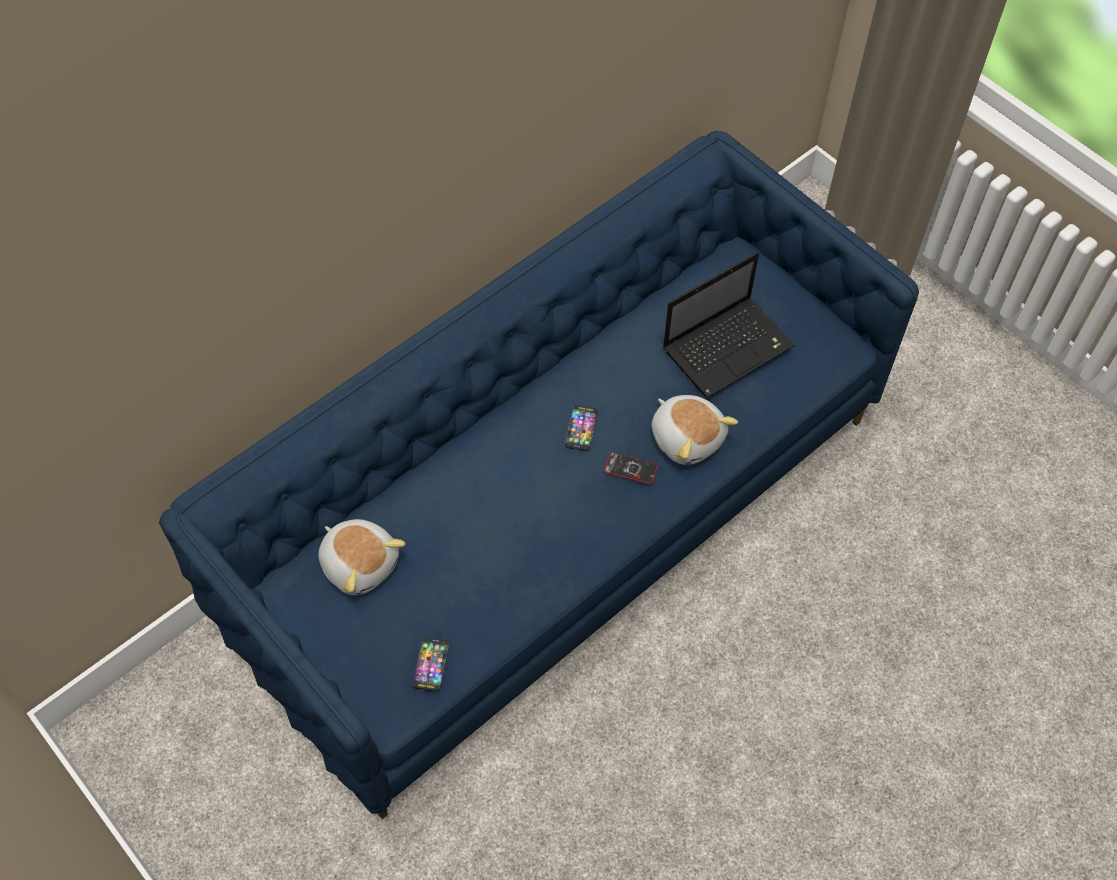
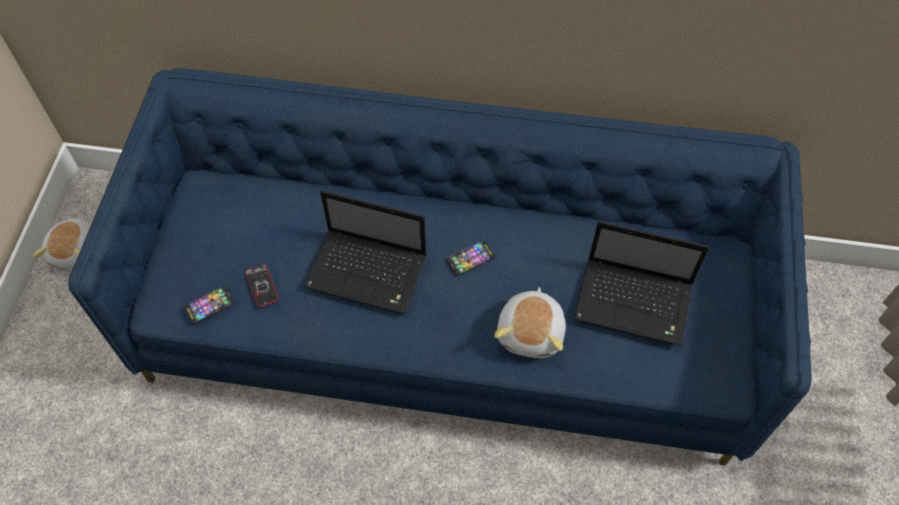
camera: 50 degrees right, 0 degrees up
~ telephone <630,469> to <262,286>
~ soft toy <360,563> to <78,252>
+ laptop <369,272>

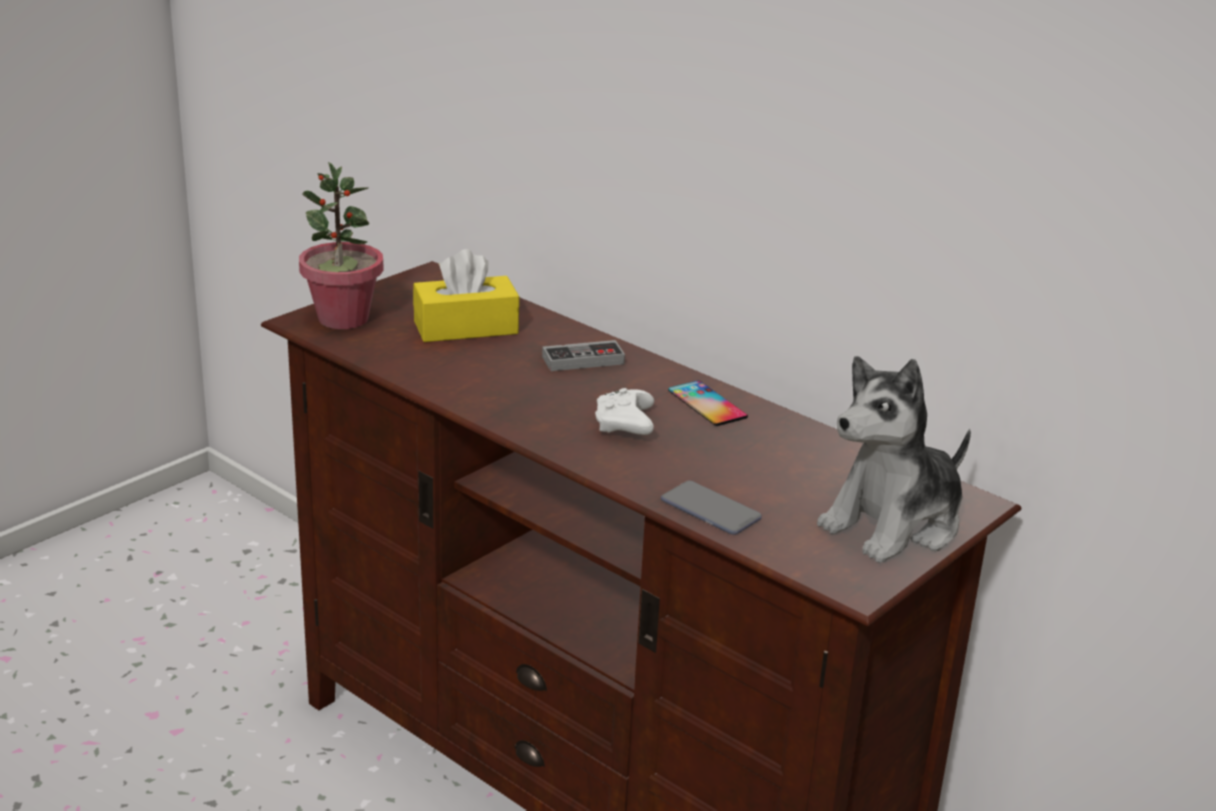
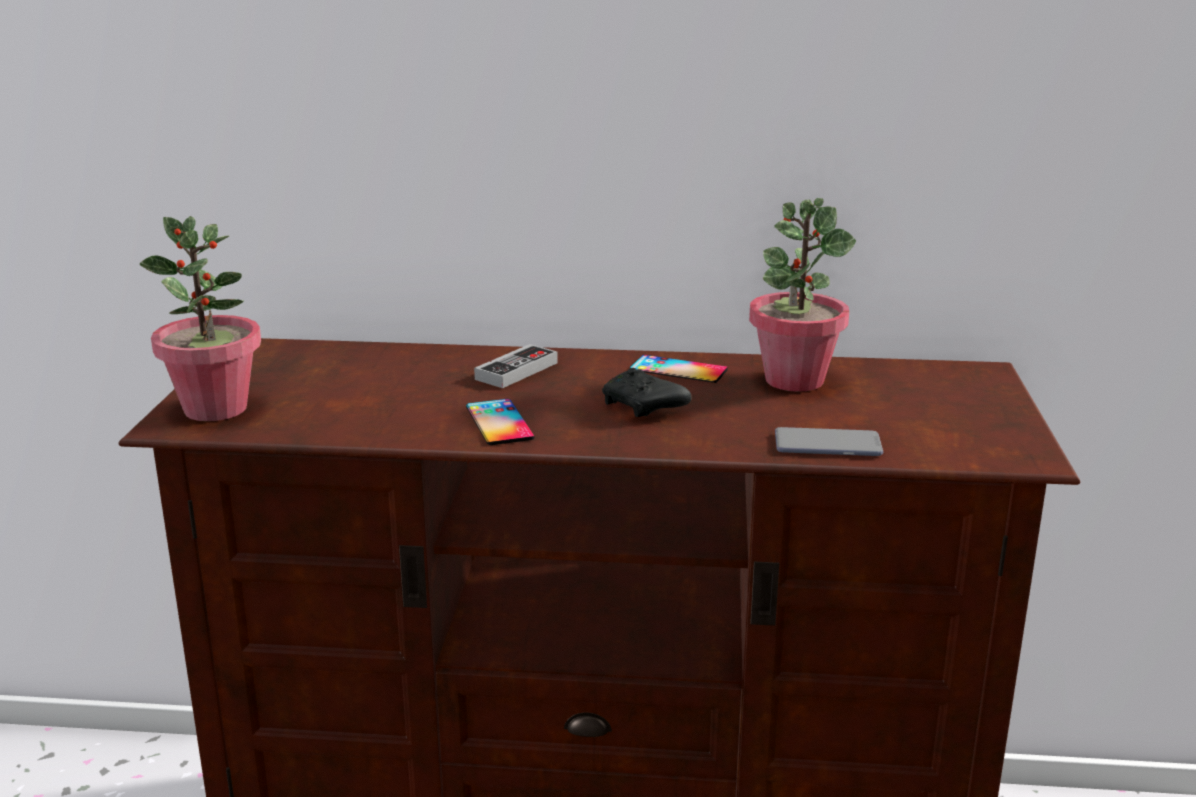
camera: 35 degrees left, 5 degrees down
- yellow tissue holder <466,327>
- soft toy <894,524>
~ white-coloured joypad <625,426> to black joypad <644,407>
+ potted plant <794,380>
+ telephone <499,422>

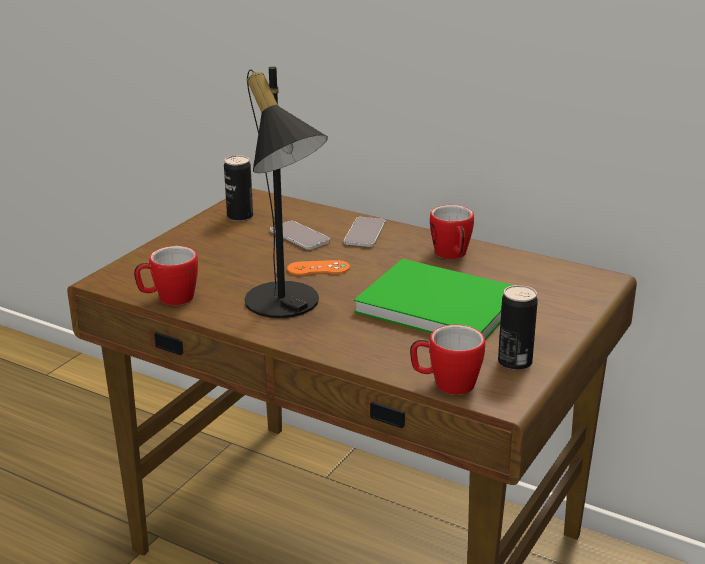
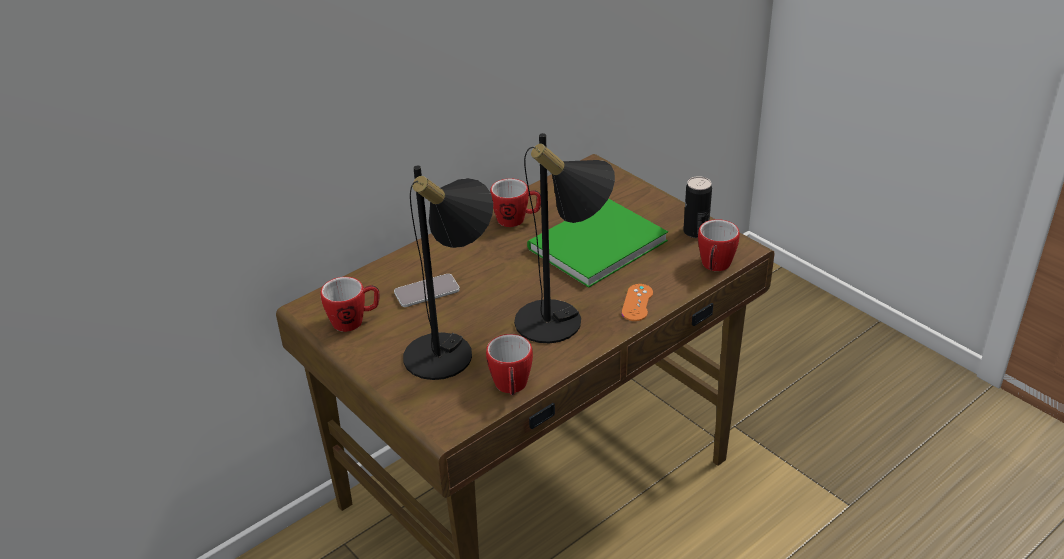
camera: 70 degrees left, 10 degrees up
~ can <240,216> to coffee mug <354,321>
- telephone <364,233>
~ orange joypad <318,268> to <637,303>
+ black table lamp <450,351>

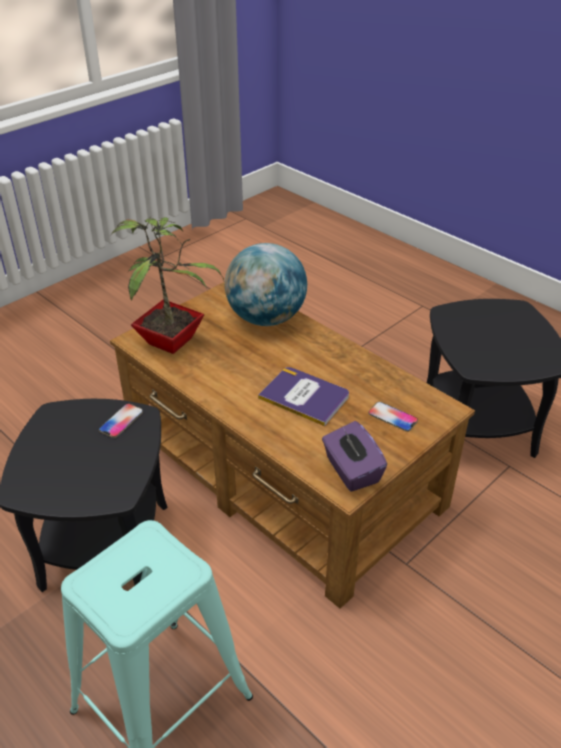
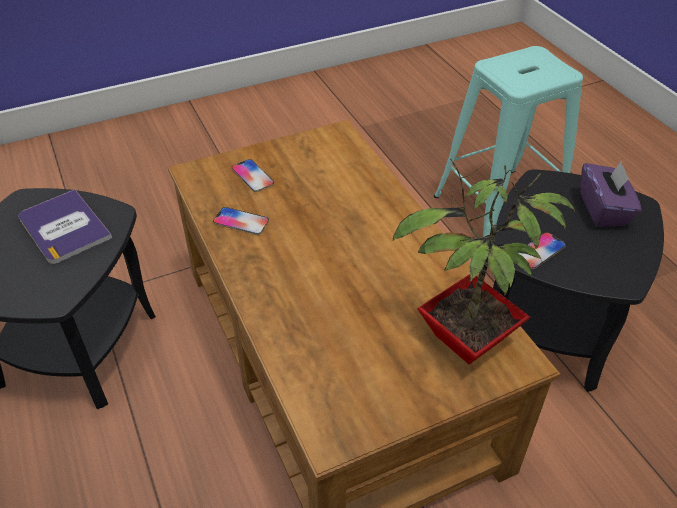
camera: 160 degrees left, 5 degrees up
- globe <266,318>
~ book <304,396> to <64,227>
~ purplish tissue holder <351,471> to <604,210>
+ telephone <241,222>

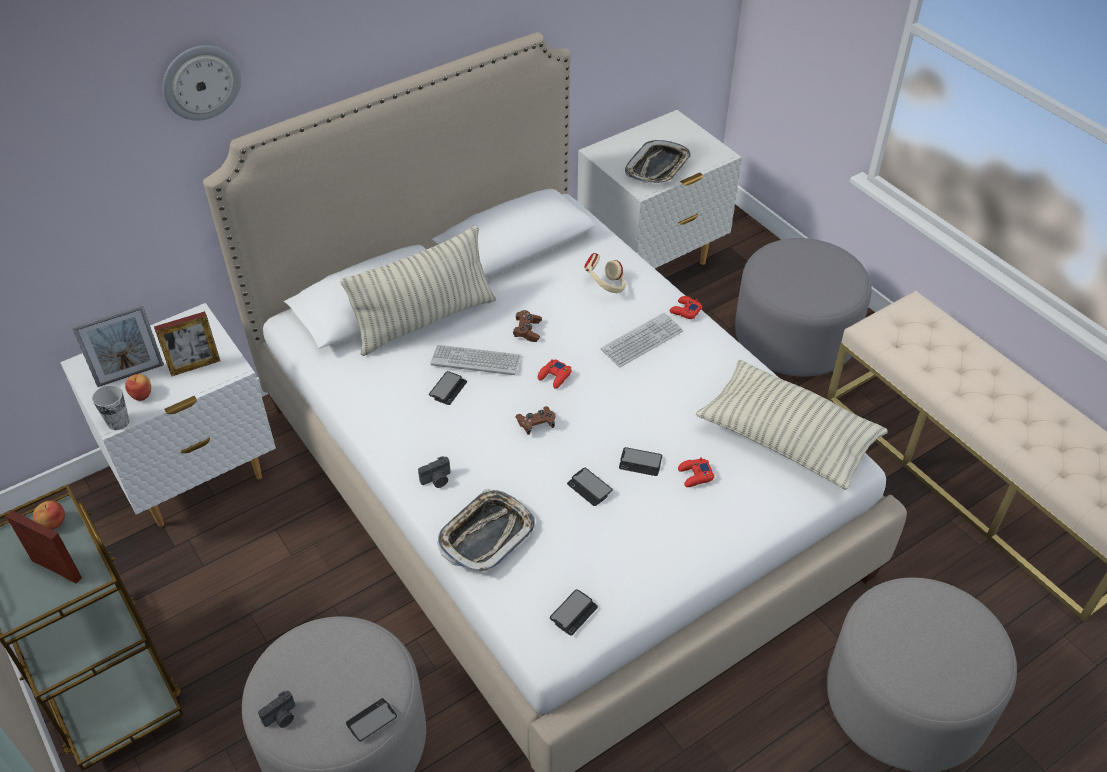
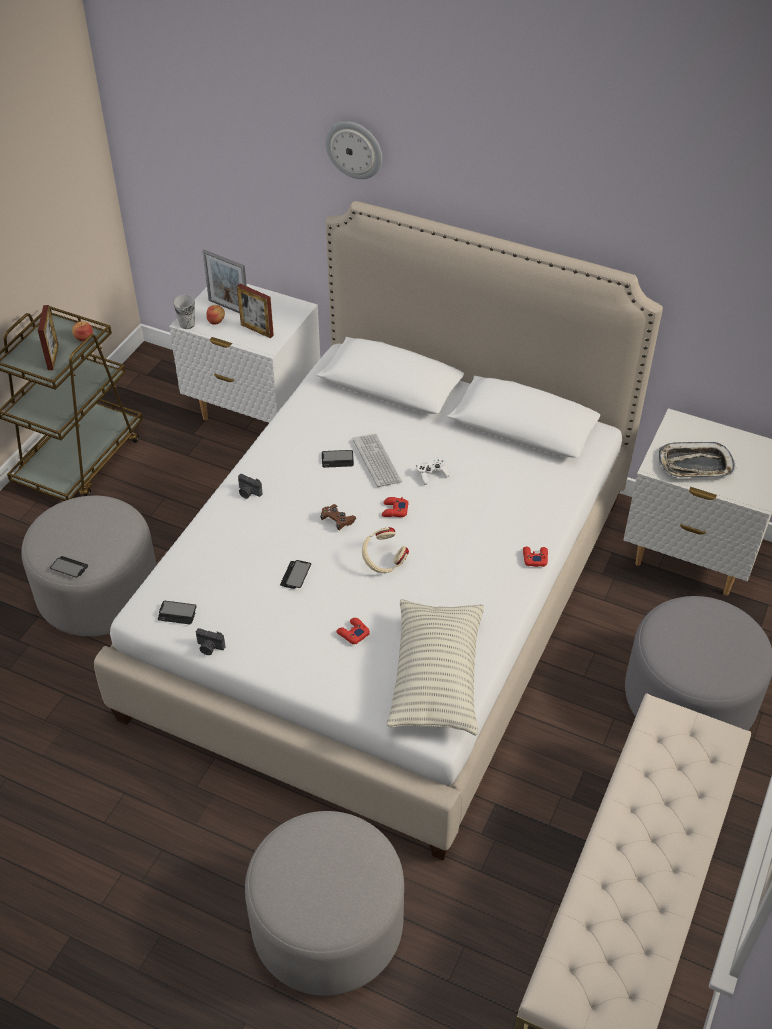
camera: 60 degrees right, 0 degrees up
- cushion <425,321>
~ beige-coloured headset <606,287> to <383,562>
~ brown-coloured joypad <527,331> to white-coloured joypad <432,475>
- computer keyboard <642,341>
- telephone <640,462>
- tray <486,535>
~ photo camera <281,717> to <209,648>

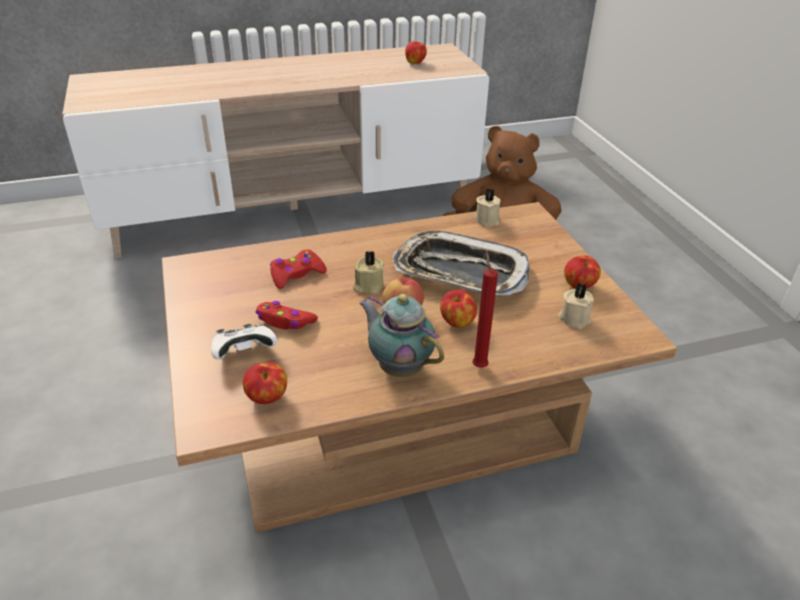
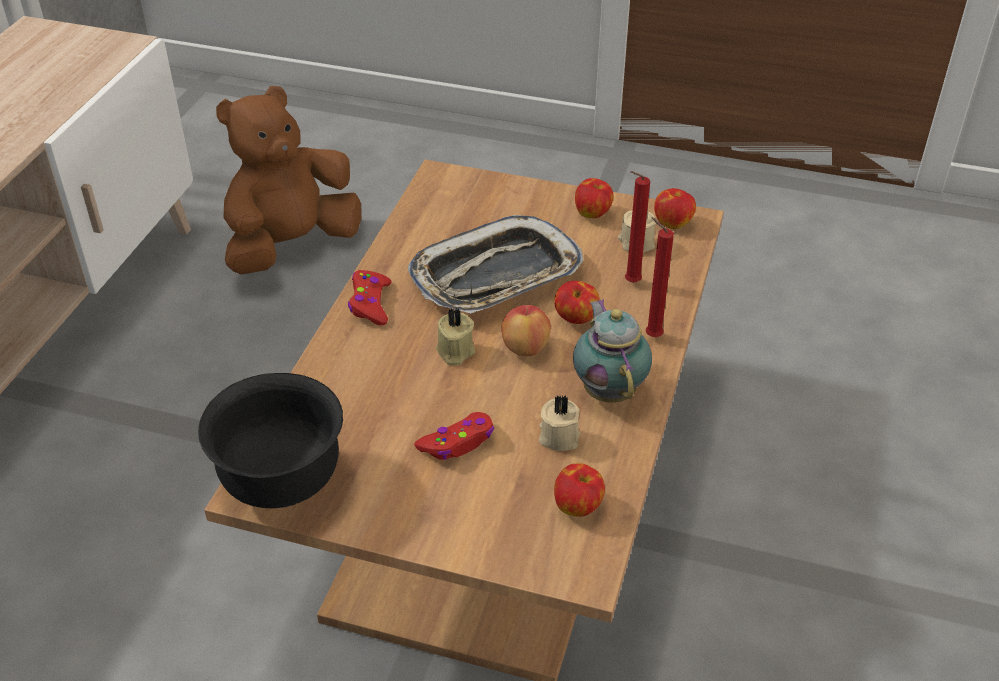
camera: 55 degrees left, 5 degrees up
~ whole apple <415,63> to <673,223>
~ beige-coloured wax candle <487,220> to <558,436>
~ reddish joypad <296,274> to <370,304>
~ pot for tea <399,367> = <609,389> 90 degrees clockwise
- white-coloured joypad <244,353>
+ reddish wax candle <630,283>
+ black deep dish <282,481>

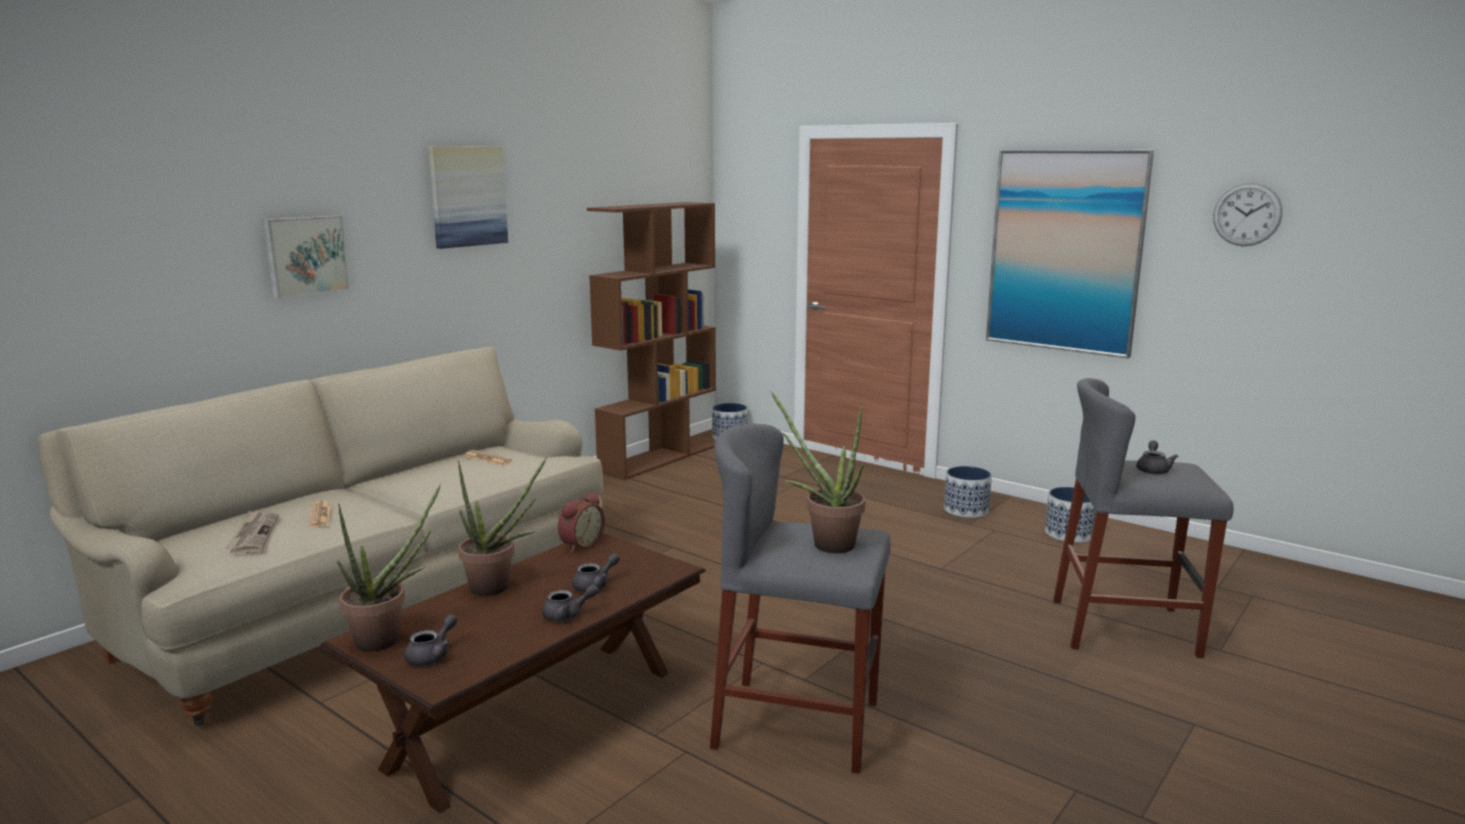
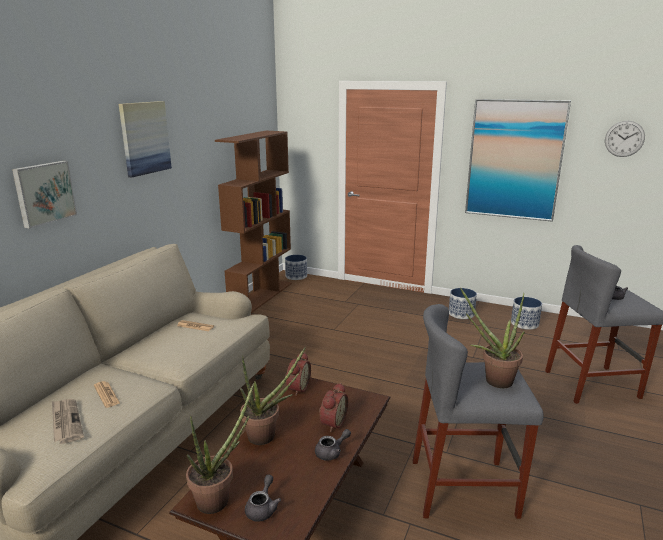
camera: 15 degrees left, 5 degrees up
~ grey pot for tea <595,585> to table clock <332,422>

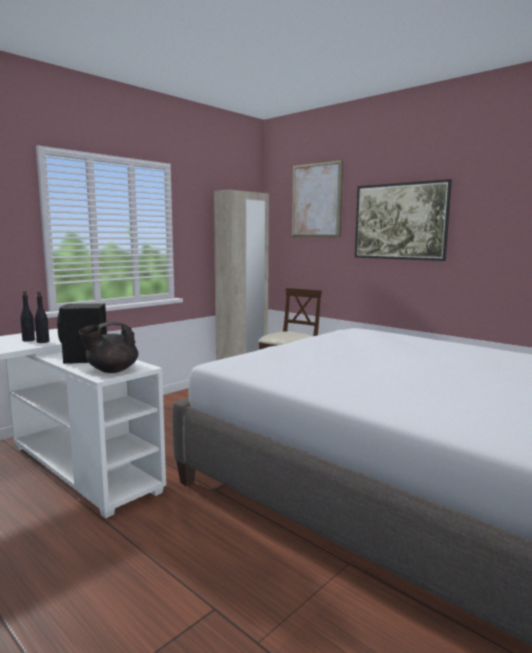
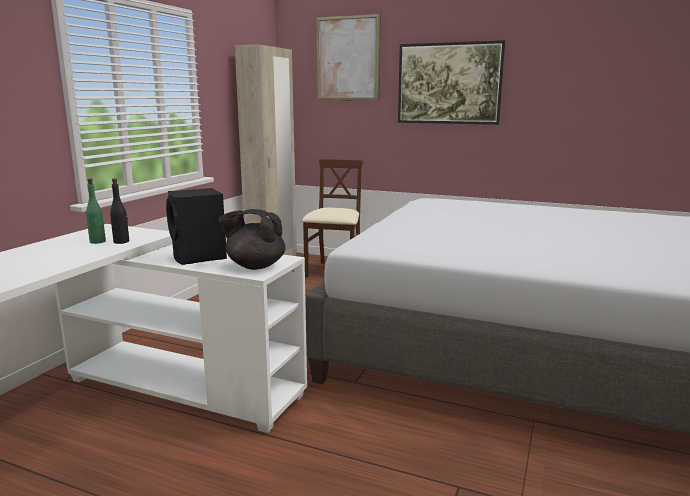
camera: 20 degrees left, 5 degrees up
~ black drink bottle <28,340> to green drink bottle <98,242>
~ black pot for tea <111,370> = <255,266> 60 degrees clockwise

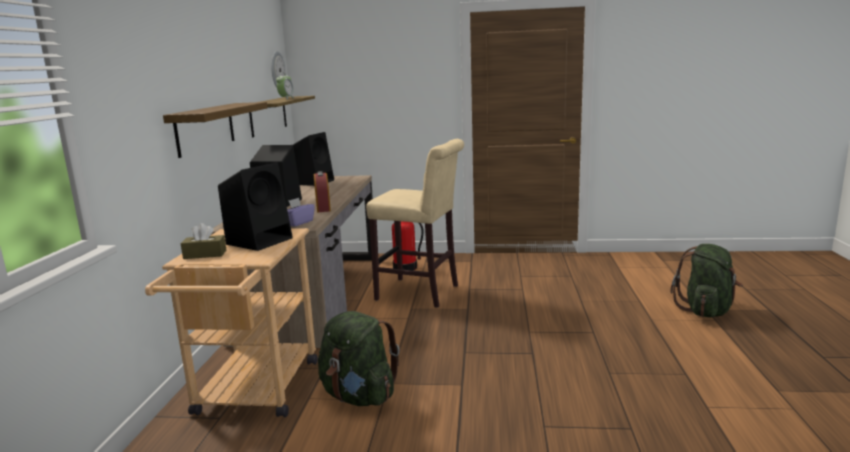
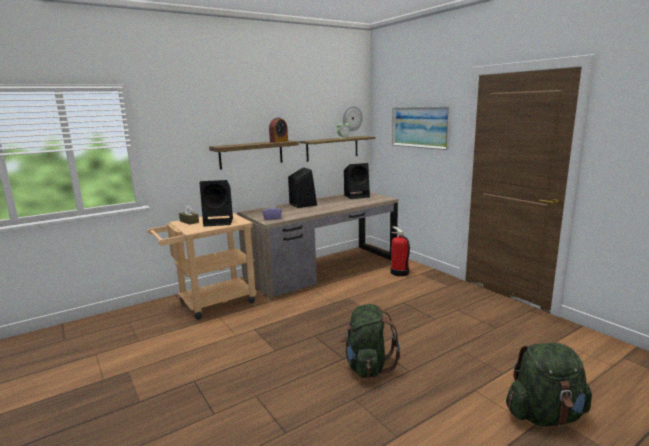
camera: 50 degrees right, 0 degrees up
- beige-coloured stool <421,293>
~ table clock <323,208> to <279,141>
~ green knapsack <359,396> to <367,366>
+ wall art <420,127>

